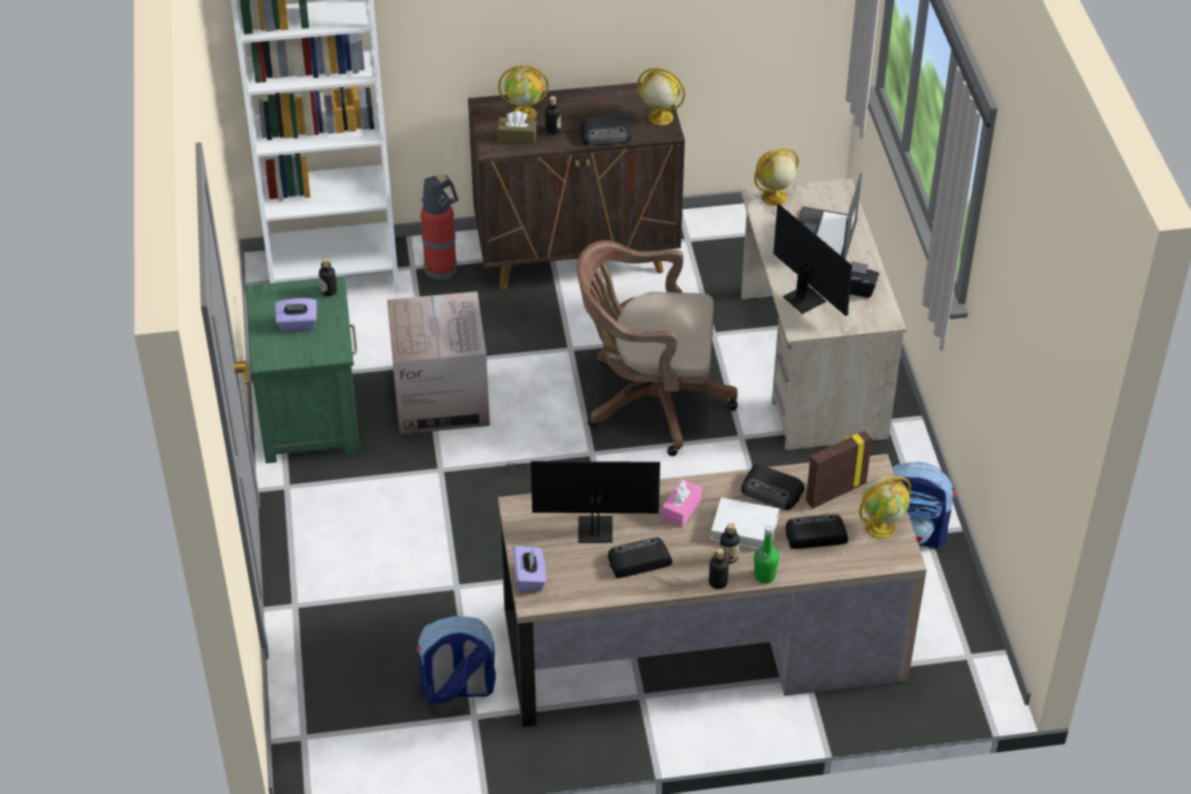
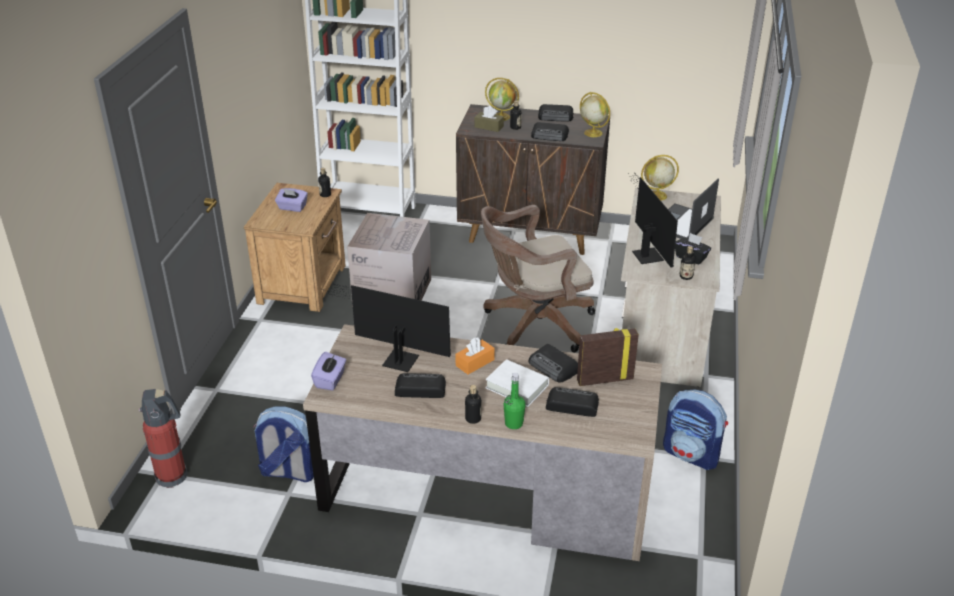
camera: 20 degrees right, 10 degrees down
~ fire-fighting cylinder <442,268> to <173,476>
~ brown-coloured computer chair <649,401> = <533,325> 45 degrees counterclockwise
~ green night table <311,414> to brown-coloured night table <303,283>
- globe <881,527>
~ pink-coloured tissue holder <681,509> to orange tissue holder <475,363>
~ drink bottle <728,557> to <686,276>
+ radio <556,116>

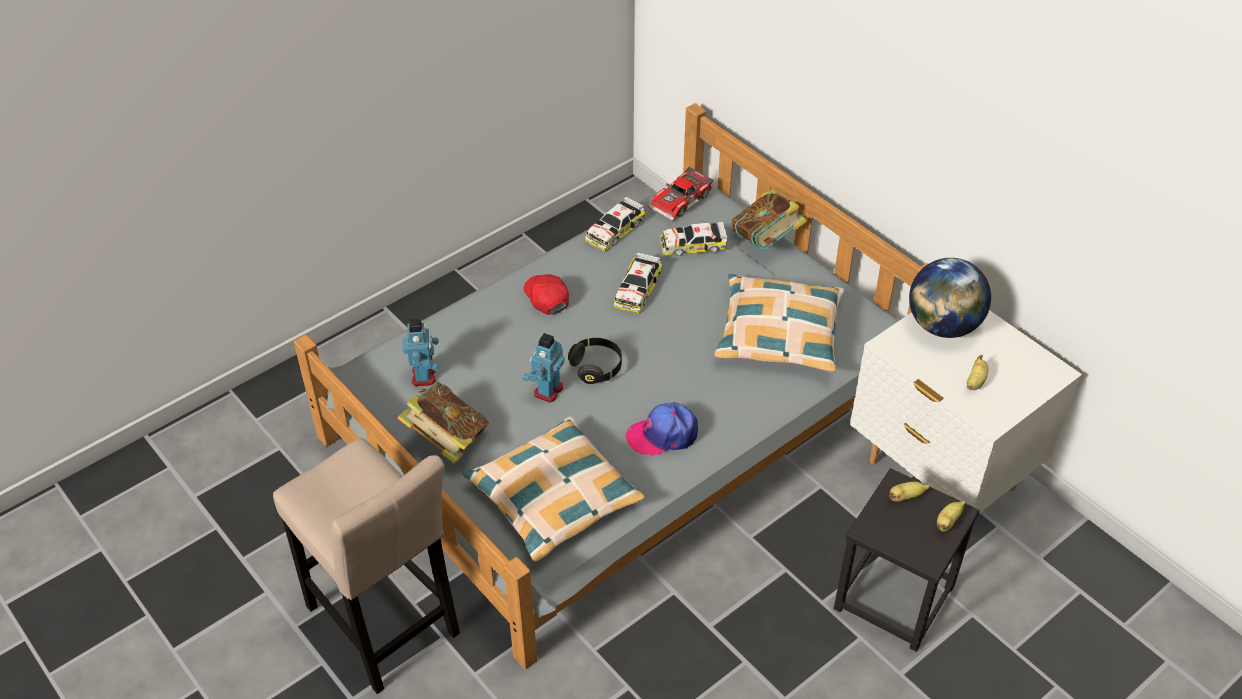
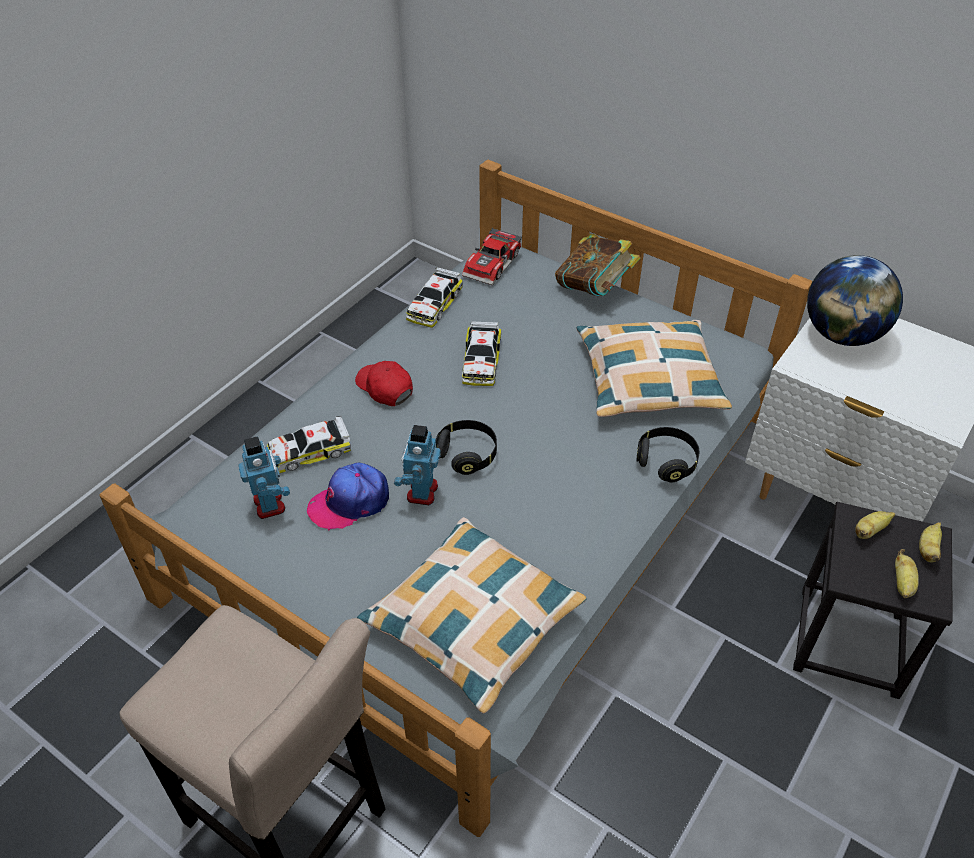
camera: 15 degrees left, 0 degrees up
~ model car <693,245> to <309,452>
~ whole banana <975,382> to <902,584>
- book <447,440>
~ peaked cap <662,435> to <349,502>
+ black headset <666,461>

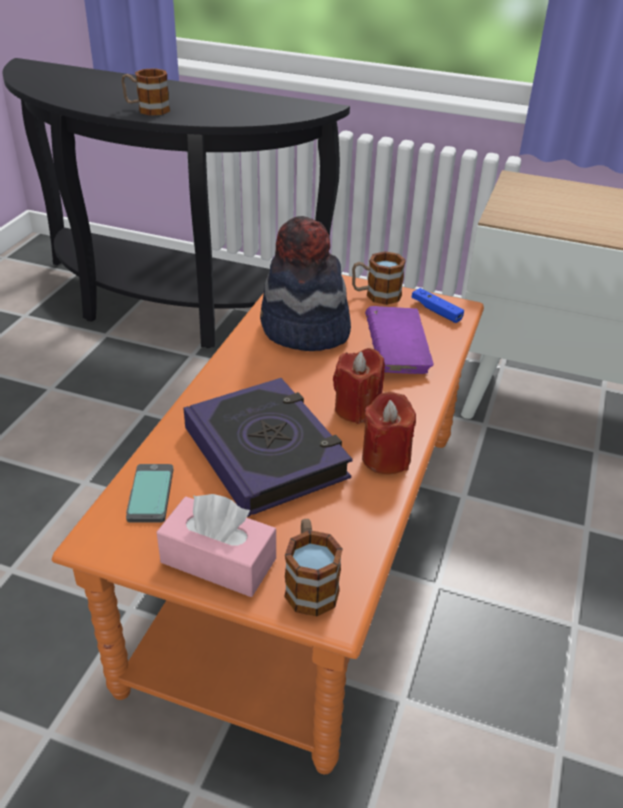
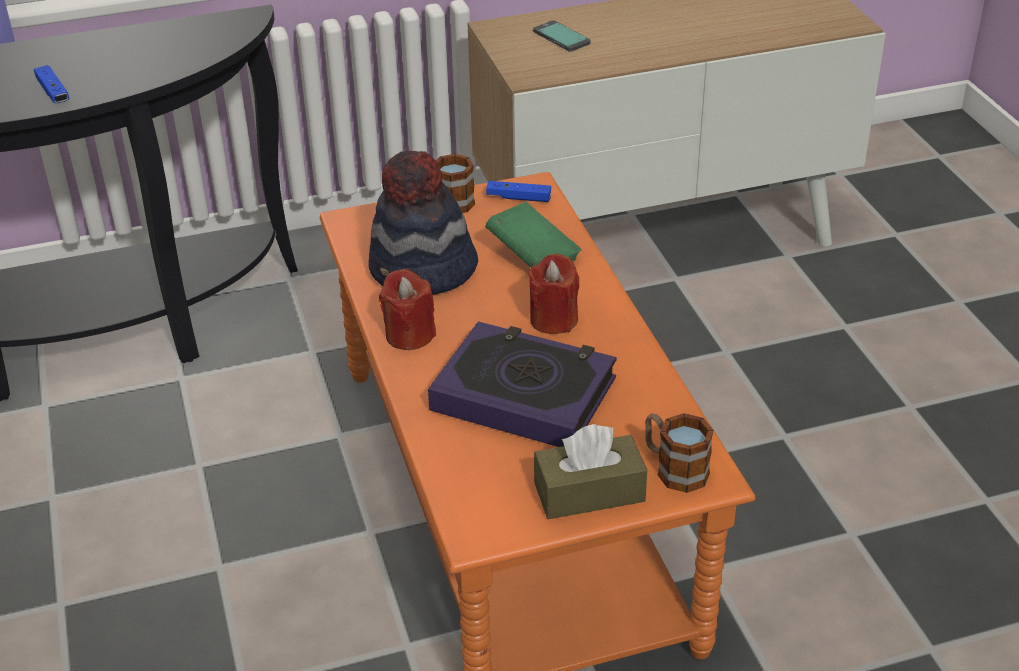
camera: 35 degrees left, 0 degrees up
~ coffee mug <147,109> to blue-coloured joypad <53,92>
~ purplish book <396,357> to green book <533,258>
~ reddish wax candle <386,458> to <409,335>
~ telephone <150,494> to <561,37>
~ pink-coloured tissue holder <218,560> to brown-coloured tissue holder <589,492>

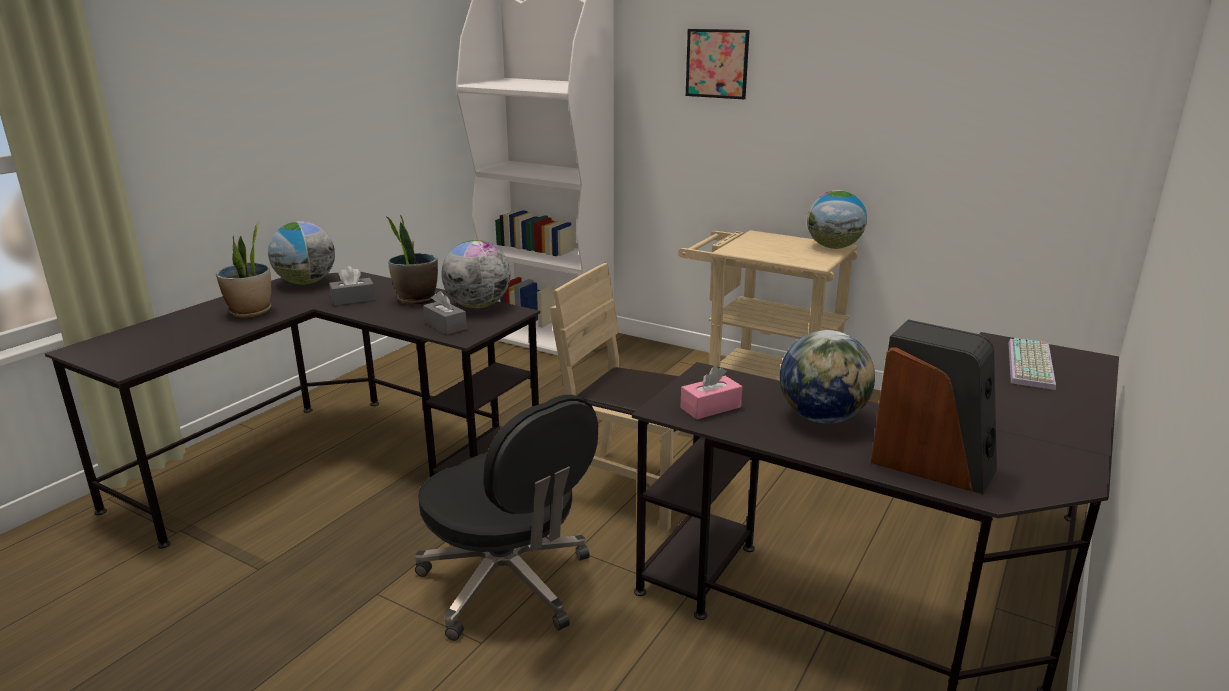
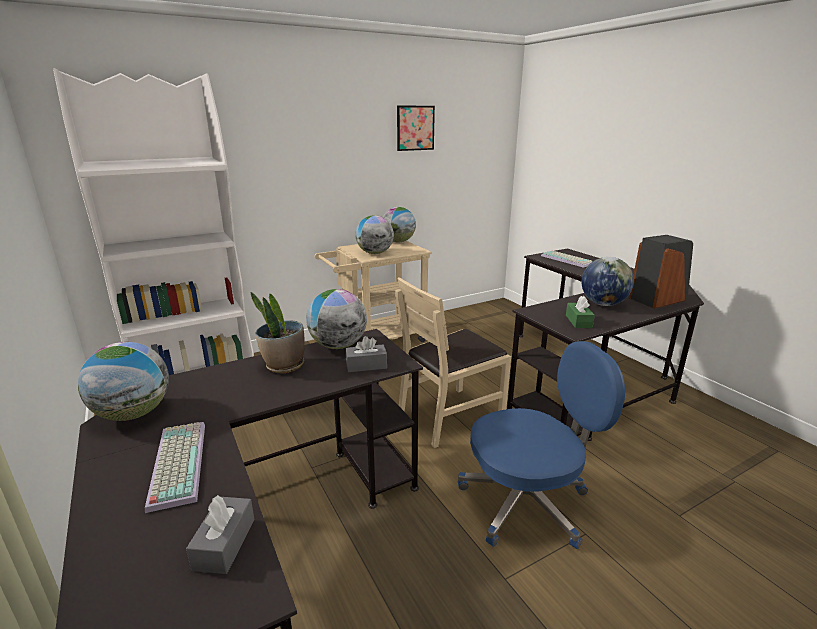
camera: 60 degrees left, 0 degrees up
~ wall art <717,63> to <415,128>
~ potted plant <251,312> to computer keyboard <176,463>
~ grey tissue holder <353,299> to <224,544>
~ pink-coloured tissue holder <710,407> to green tissue holder <578,321>
~ black computer chair <508,584> to blue-coloured computer chair <527,502>
+ globe <375,253>

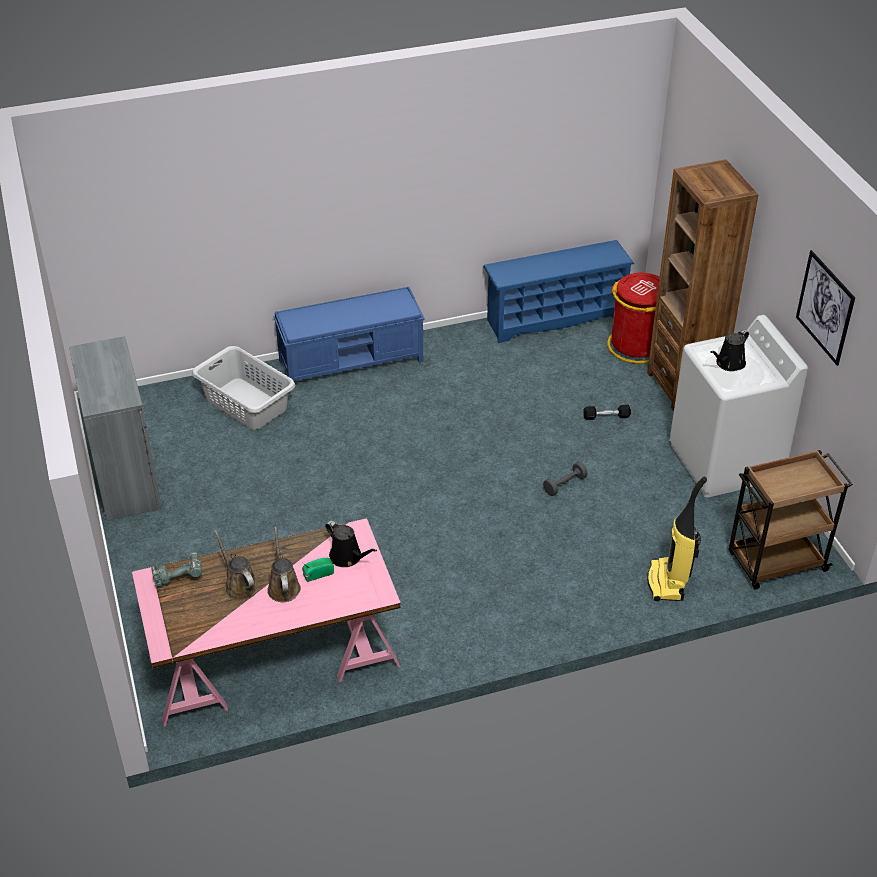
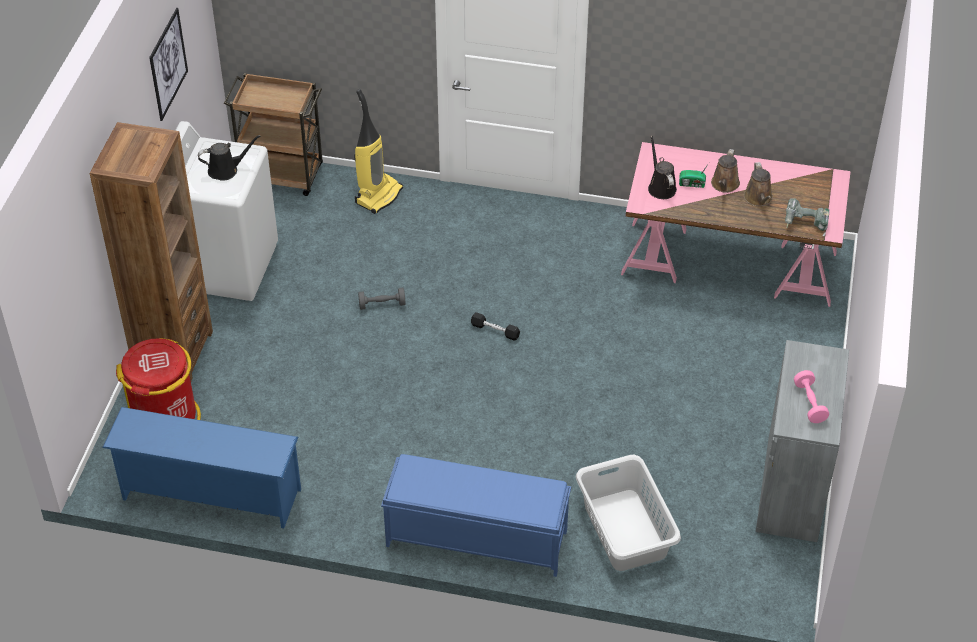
camera: 150 degrees left, 5 degrees up
~ black dumbbell <606,416> to <495,330>
+ pink-coloured dumbbell <810,403>

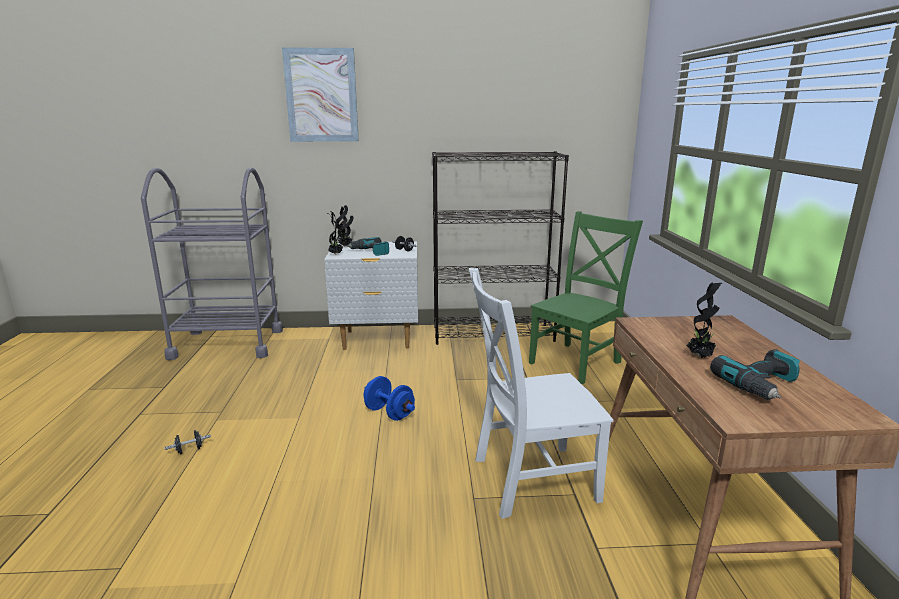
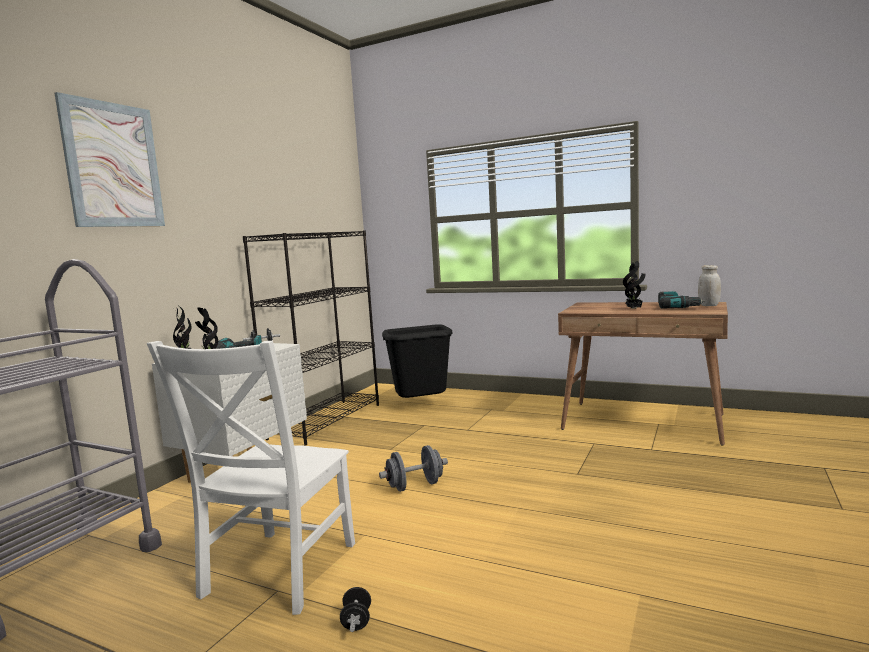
camera: 60 degrees left, 10 degrees down
~ green plain chair <577,361> to black trash can <422,406>
~ white-coloured plain chair <529,480> to <276,573>
~ blue-coloured dumbbell <389,413> to grey dumbbell <415,486>
+ white-coloured storage jar <709,305>

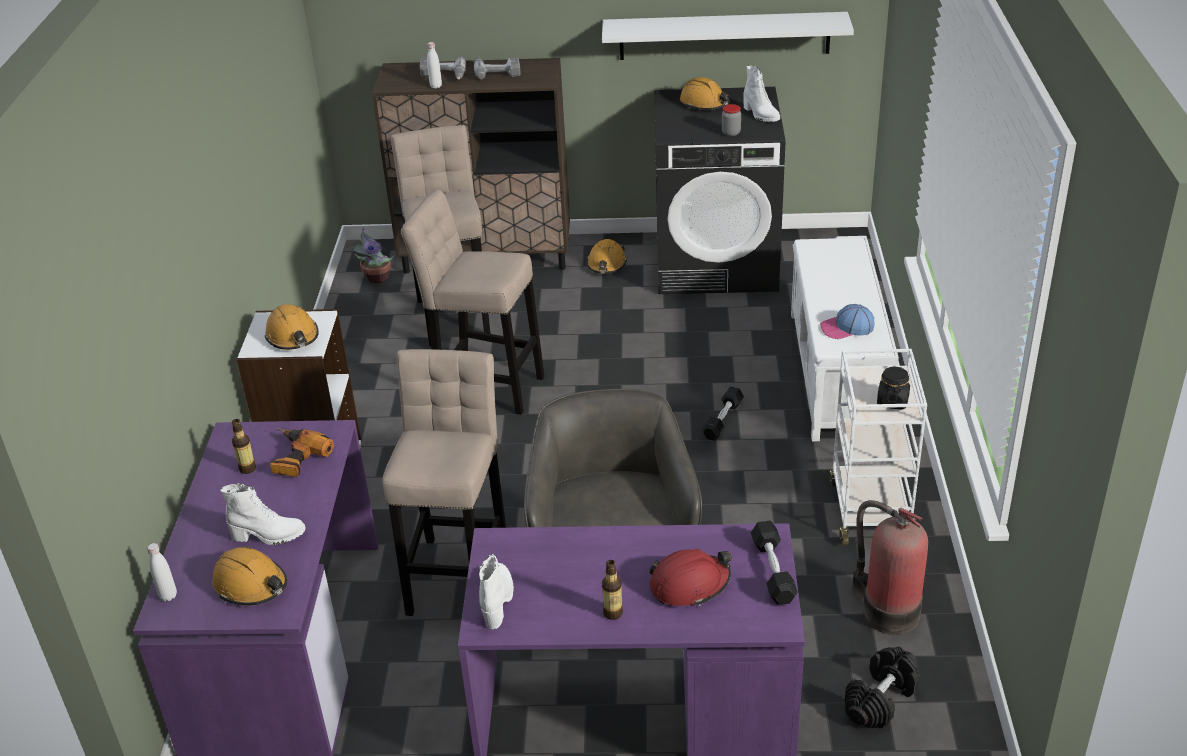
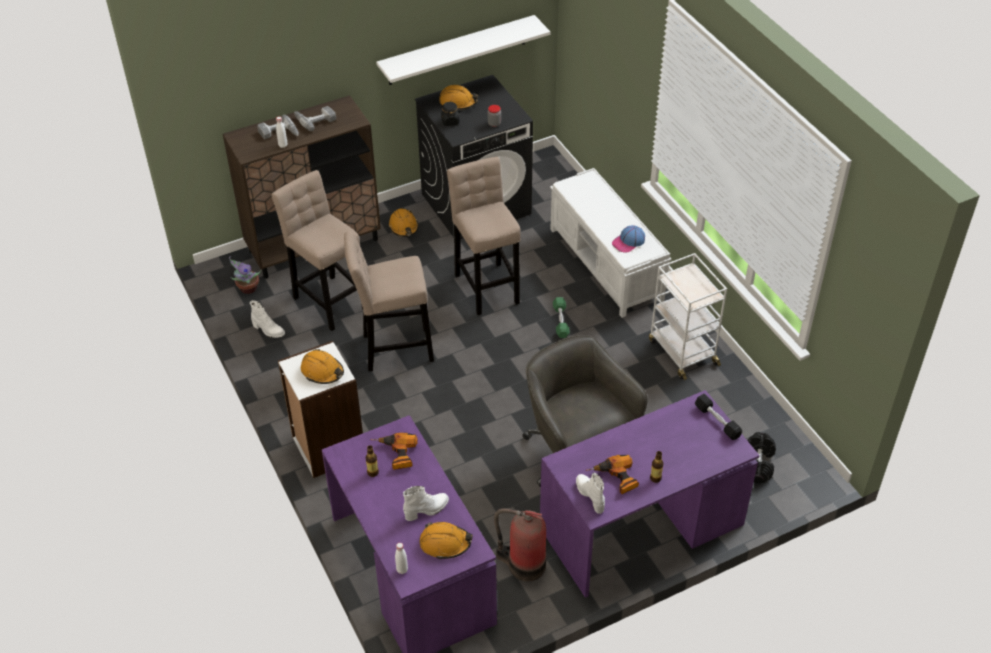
camera: 30 degrees left, 10 degrees up
~ white-coloured high-top boot <760,115> to <268,330>
~ beige-coloured stool <458,572> to <486,285>
~ black storage jar <892,401> to <450,121>
~ black dumbbell <722,420> to green dumbbell <560,321>
~ fire-fighting cylinder <887,611> to <524,564>
- reddish safety helmet <689,585>
+ drill <616,479>

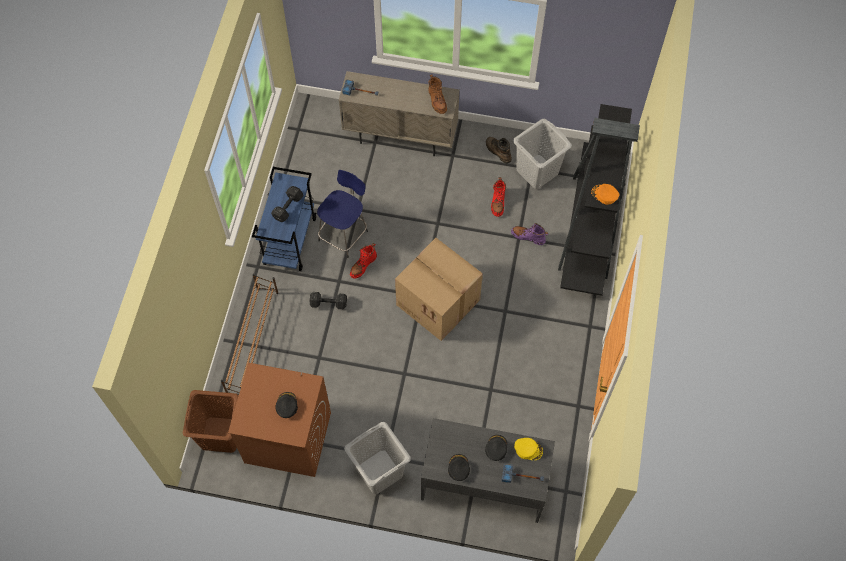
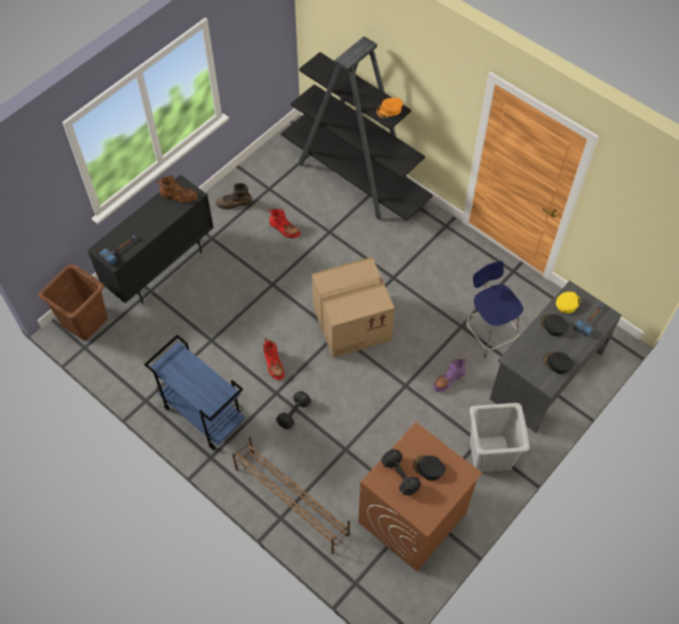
camera: 60 degrees left, 5 degrees down
~ beige-coloured cupboard <400,137> to black cupboard <161,268>
- grey washing basket <536,171>
~ blue-coloured stool <344,234> to <489,333>
~ black dumbbell <287,208> to <400,476>
~ purplish high-top boot <528,237> to <449,380>
~ brown-coloured washing basket <221,435> to <85,321>

